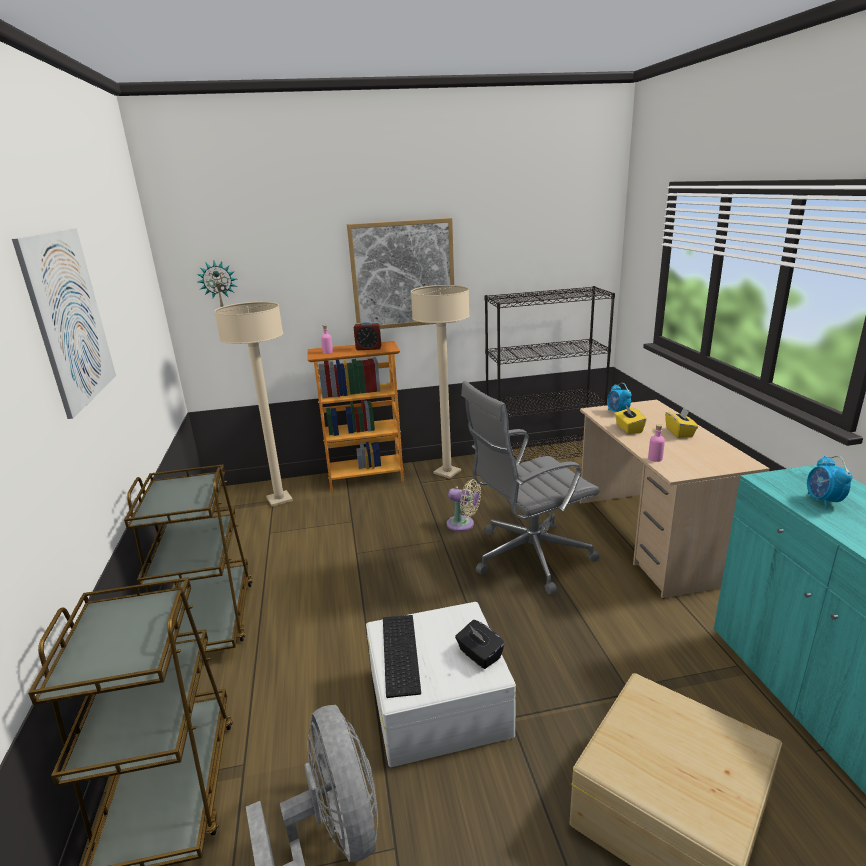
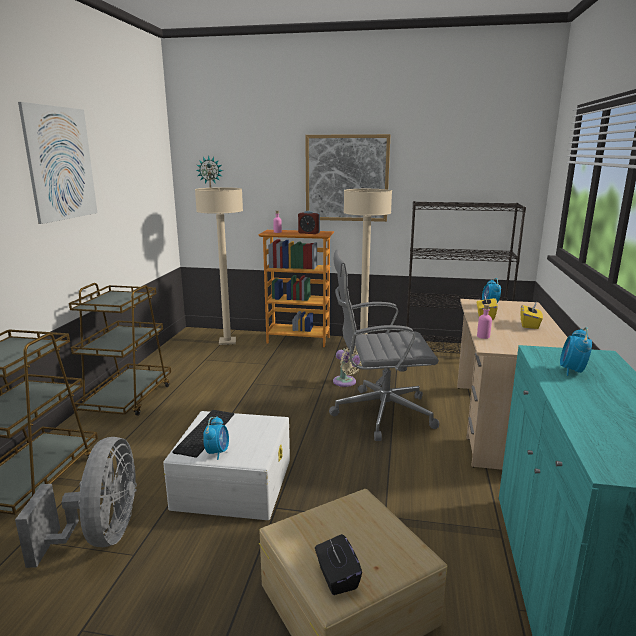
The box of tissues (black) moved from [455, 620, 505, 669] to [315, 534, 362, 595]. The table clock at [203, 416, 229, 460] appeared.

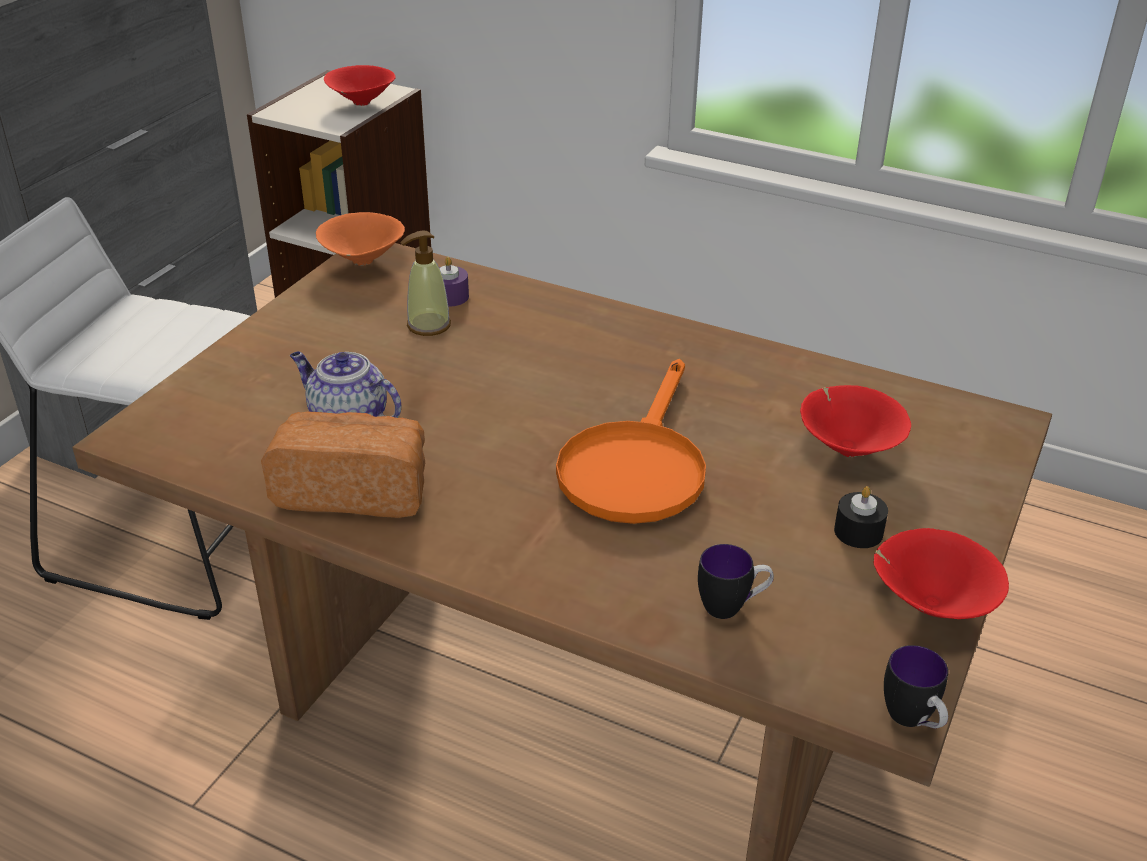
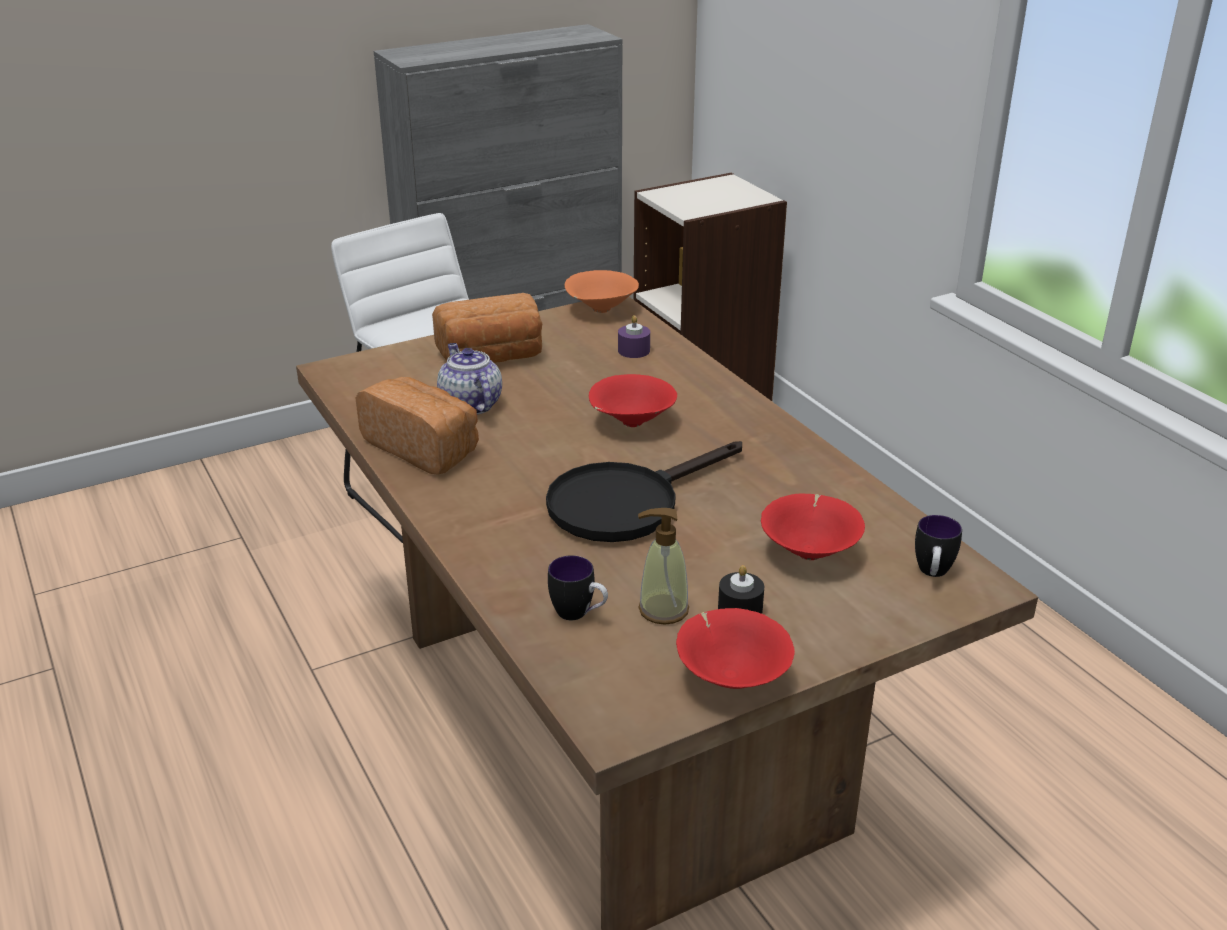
The deep dish (red-coloured) moved from [324, 65, 396, 106] to [589, 374, 677, 427]. The soap dispenser moved from [400, 230, 451, 336] to [638, 508, 689, 625]. The skillet (orange-coloured) at [556, 359, 706, 524] became the skillet (black) at [546, 441, 742, 542]. The mug moved from [884, 645, 948, 728] to [915, 515, 962, 577]. The baked bread at [432, 293, 542, 363] appeared.

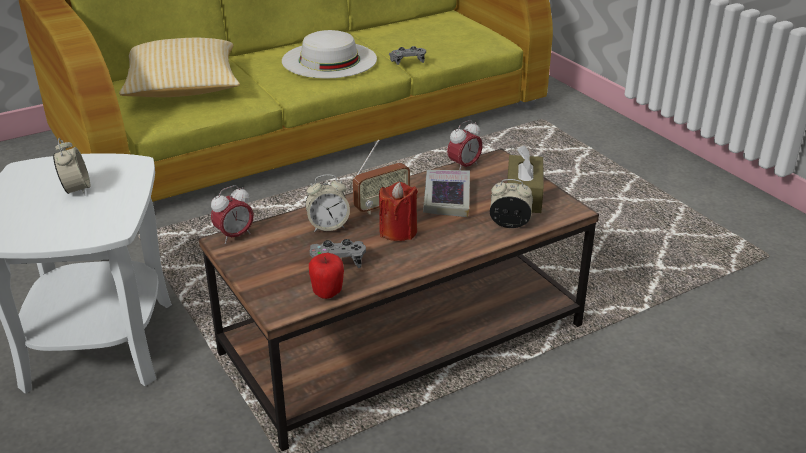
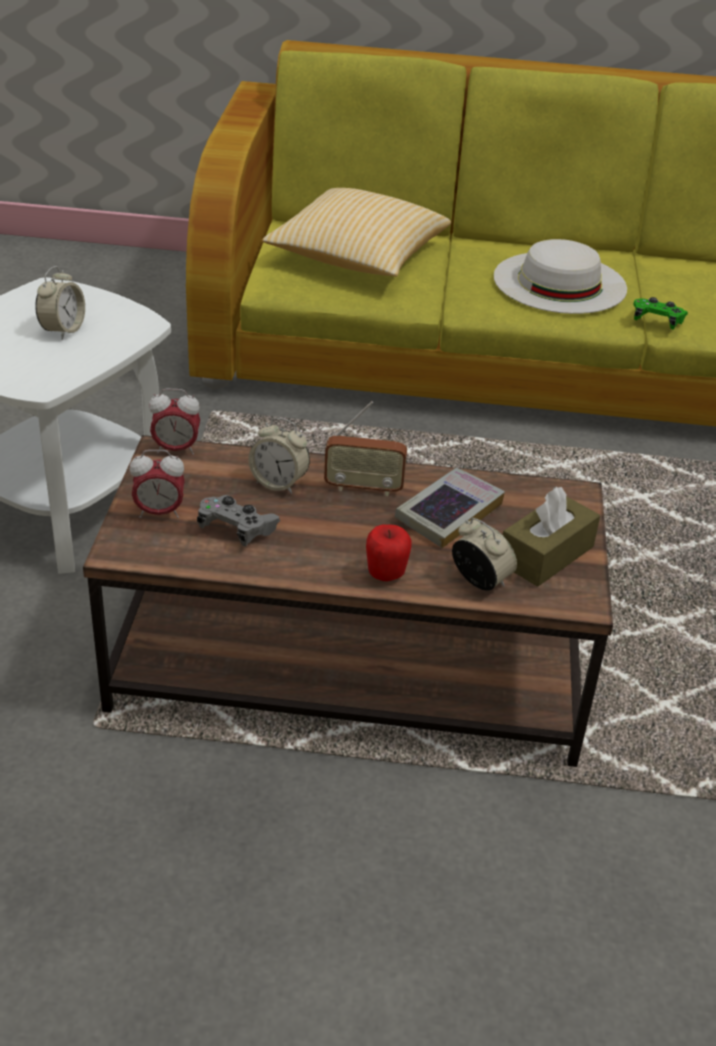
The game controller (grey) at [389, 46, 426, 65] became the game controller (green) at [633, 297, 688, 330]. The table clock moved from [447, 120, 483, 170] to [130, 450, 185, 518]. The candle (red-coloured) at [379, 182, 418, 241] disappeared. The apple fruit moved from [309, 253, 344, 299] to [366, 524, 411, 581].

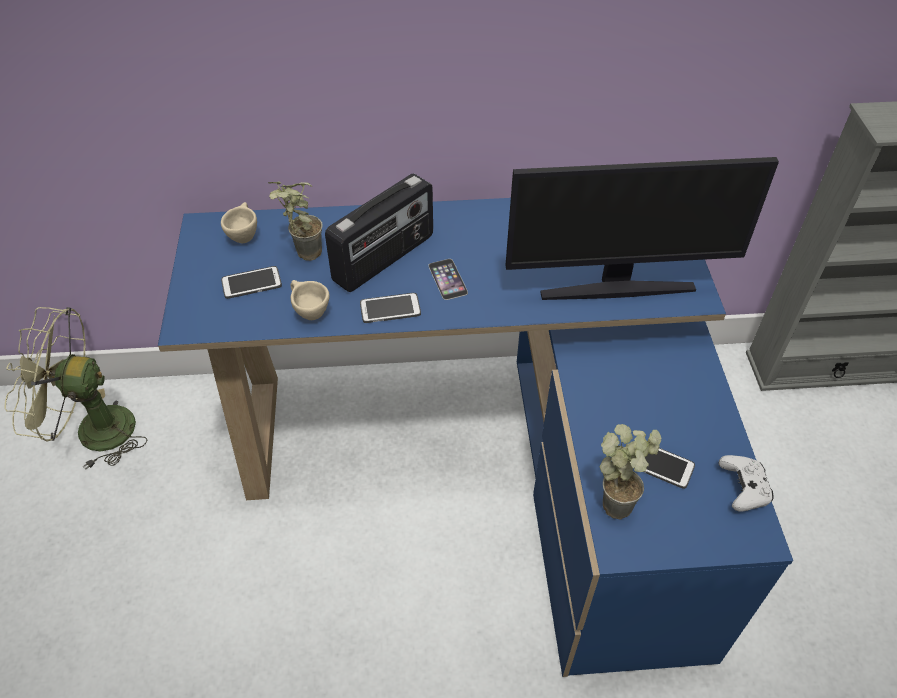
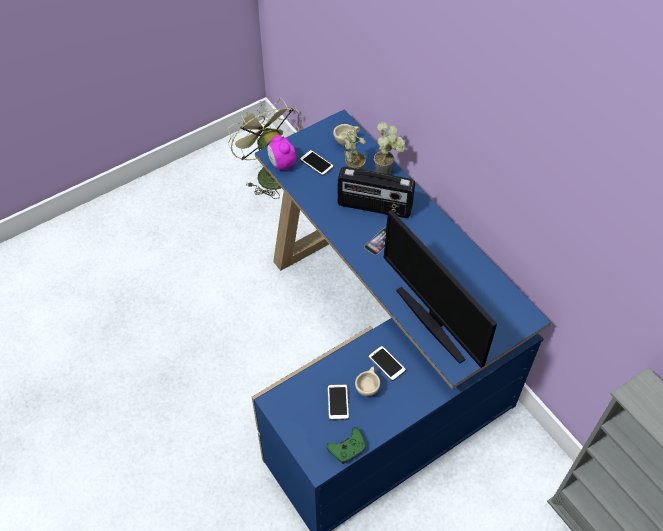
The cup (sand-coloured) moved from [291, 280, 330, 320] to [355, 366, 380, 396]. The phone moved from [360, 293, 421, 323] to [368, 346, 406, 381]. The potted plant moved from [600, 424, 662, 520] to [374, 122, 405, 175]. The game controller (white-coloured) at [719, 455, 774, 512] became the game controller (green) at [326, 427, 366, 464]. The table clock at [267, 135, 296, 171] appeared.

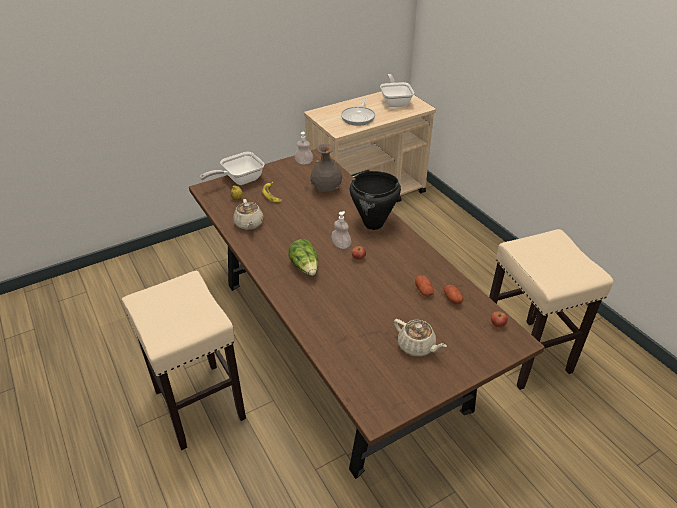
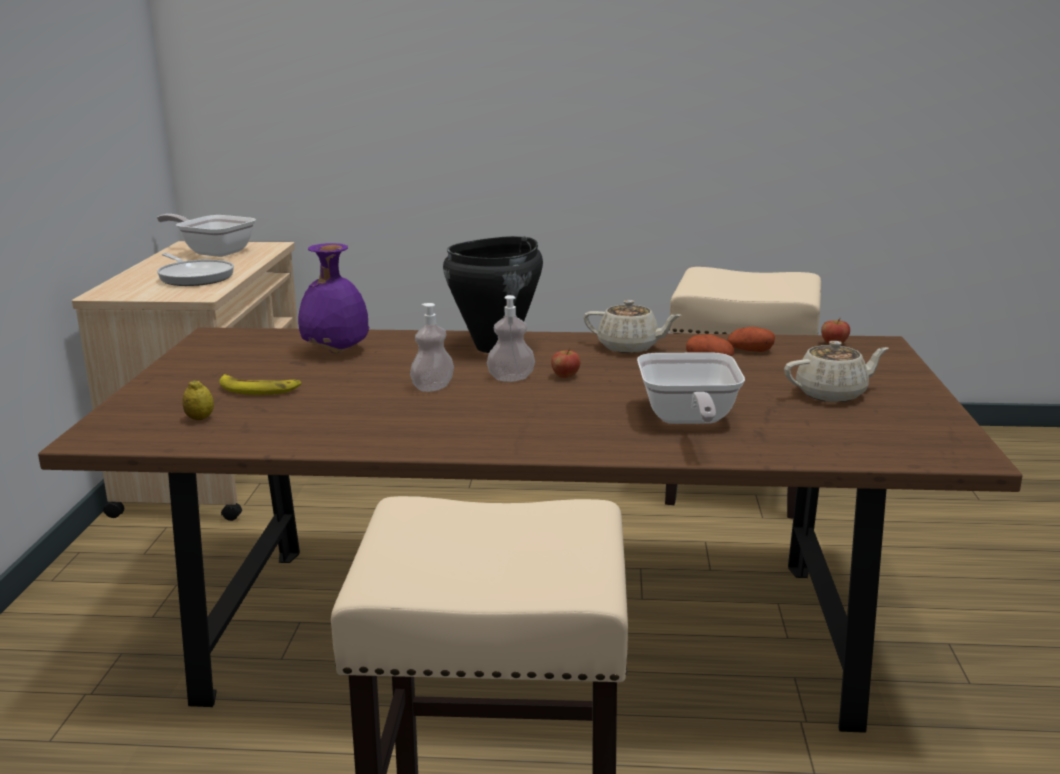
The soap dispenser moved from [294, 132, 313, 164] to [410, 303, 454, 392]. The decorative vase (grey) at [310, 144, 343, 192] became the decorative vase (purple-coloured) at [298, 243, 369, 354]. The skillet moved from [200, 152, 264, 185] to [637, 352, 745, 424]. The pot for tea (sand-coloured) moved from [233, 199, 264, 230] to [584, 300, 681, 353]. The lettuce at [288, 239, 318, 276] disappeared.

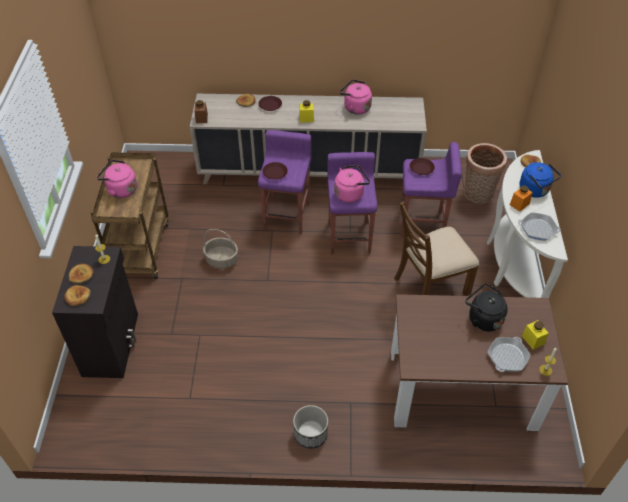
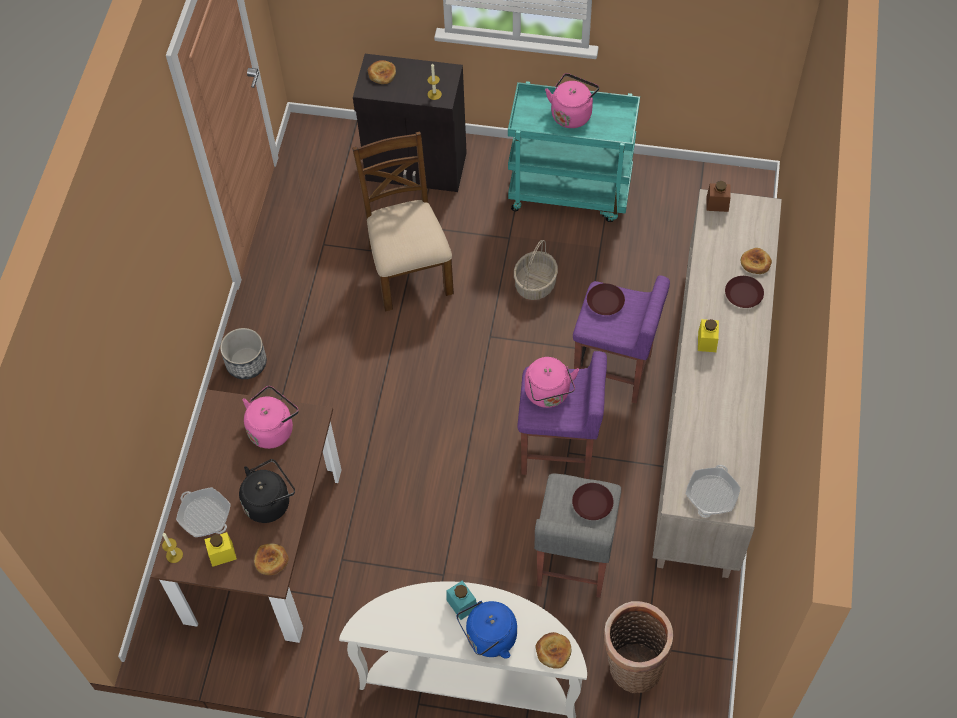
The tea kettle (pink) moved from [340, 80, 372, 115] to [242, 386, 299, 449]. The stool seat (purple-coloured) at [400, 142, 462, 237] became the stool seat (grey) at [534, 474, 621, 598]. The trolley (brown-coloured) at [90, 153, 168, 279] became the trolley (blue-green) at [508, 81, 640, 222]. The jar (orange-coloured) at [510, 185, 533, 212] became the jar (blue-green) at [446, 580, 477, 620]. The plain chair (brown-coloured) moved from [394, 202, 479, 296] to [352, 131, 454, 312]. The skillet moved from [518, 212, 561, 241] to [686, 465, 741, 518]. The baked bread moved from [69, 264, 93, 284] to [254, 544, 289, 575].

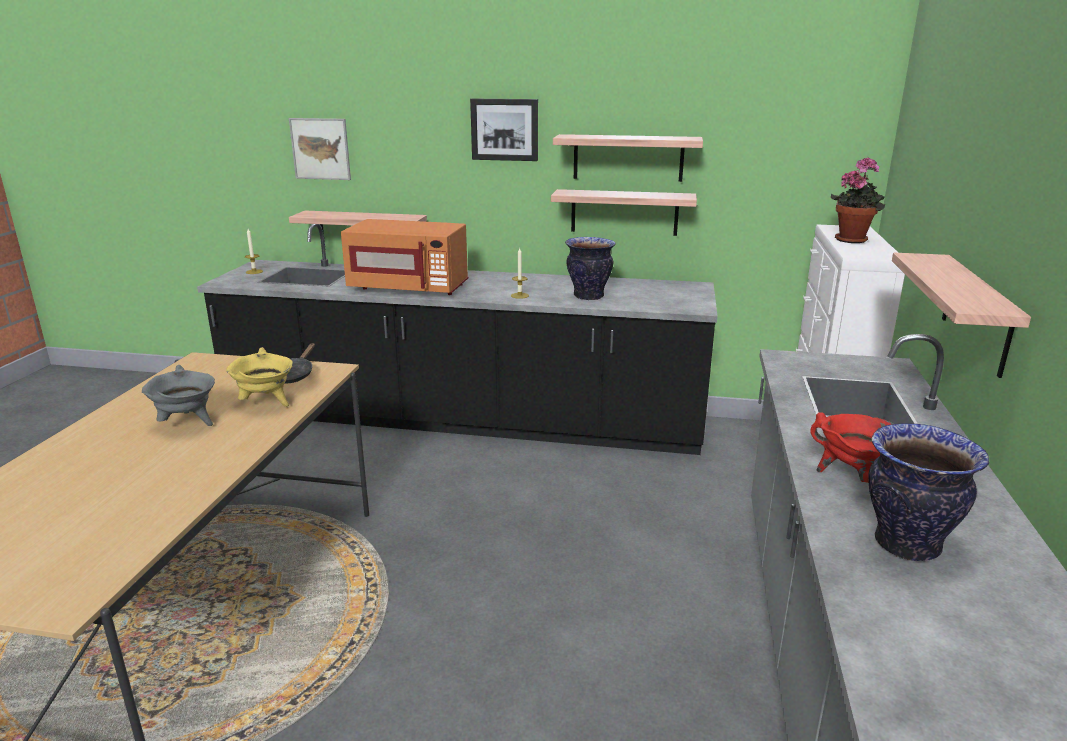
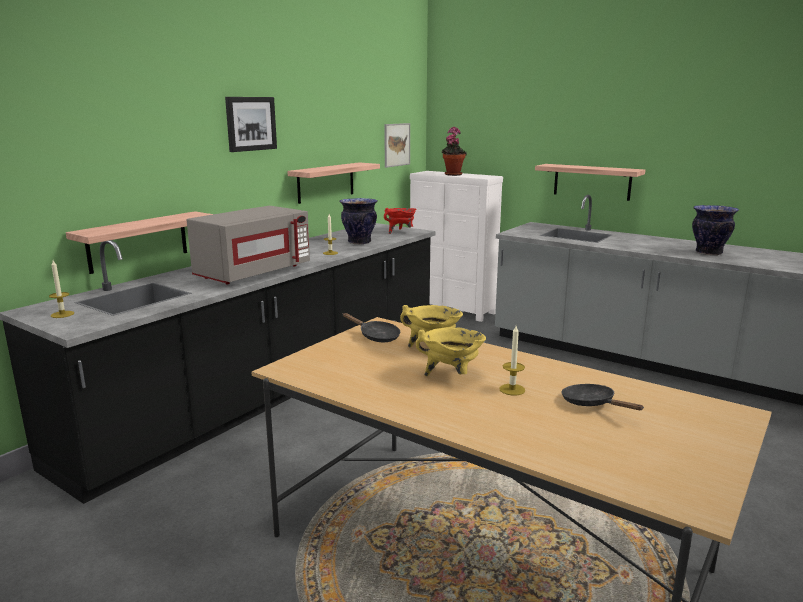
The picture moved from [289, 118, 351, 180] to [384, 123, 410, 168]. The wall shelf at [553, 134, 703, 182] disappeared. The kitchen microwave (orange-coloured) at [341, 219, 468, 295] became the kitchen microwave (grey) at [187, 206, 310, 285]. The stockpot (grey) at [142, 365, 215, 426] became the stockpot (yellow) at [416, 327, 486, 376]. The stockpot (red-coloured) moved from [810, 412, 893, 483] to [384, 208, 416, 234]. The candle at [499, 326, 525, 395] appeared. The skillet (black) at [561, 384, 643, 410] appeared.

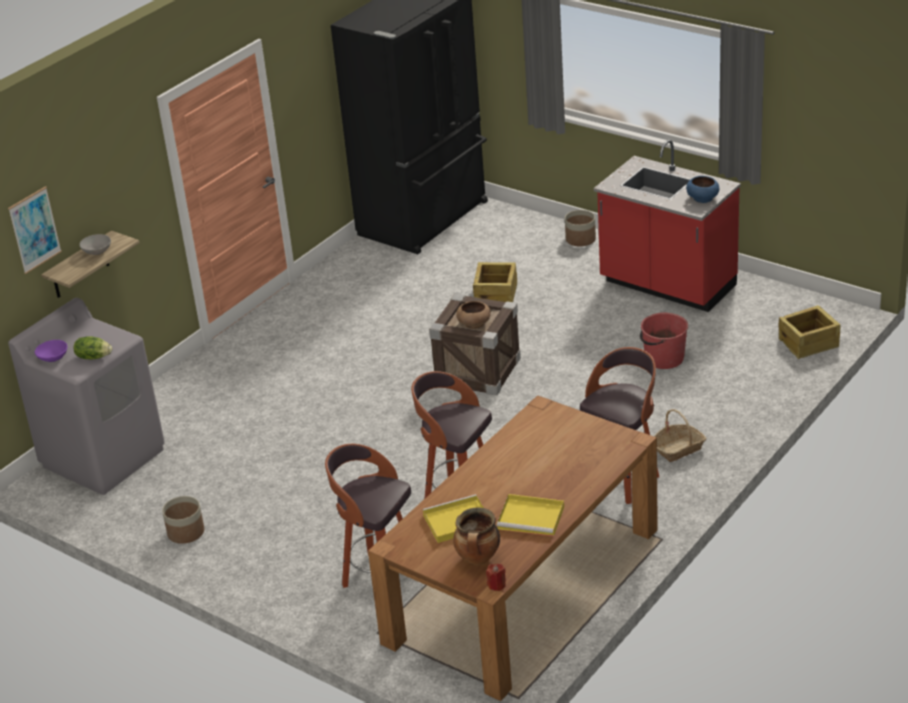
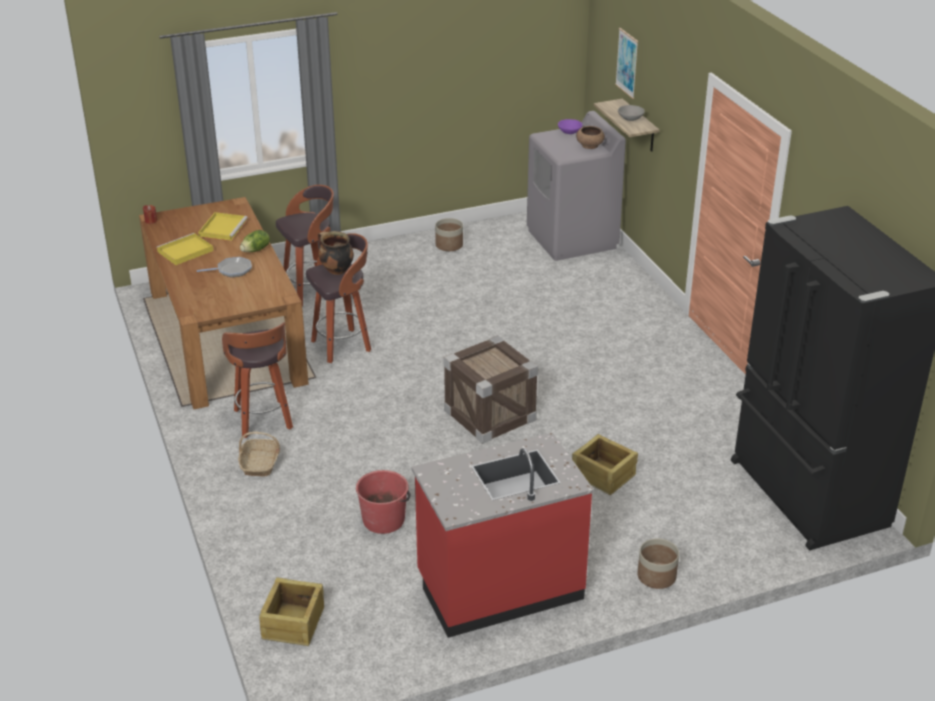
The deep dish (blue) at [686, 176, 719, 203] disappeared. The deep dish (brown-coloured) moved from [456, 301, 491, 329] to [576, 126, 605, 149]. The lettuce moved from [73, 336, 112, 359] to [240, 230, 270, 252]. The stockpot moved from [453, 508, 500, 565] to [318, 231, 354, 275]. The skillet at [197, 257, 252, 277] appeared.

